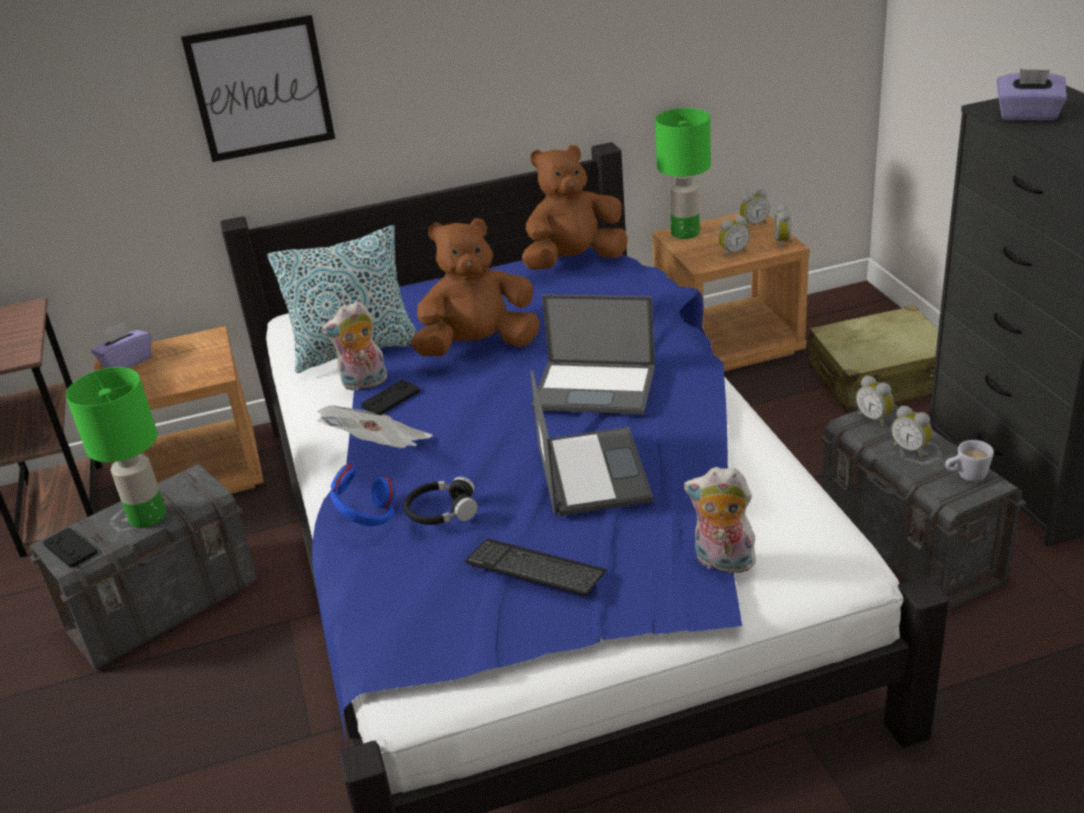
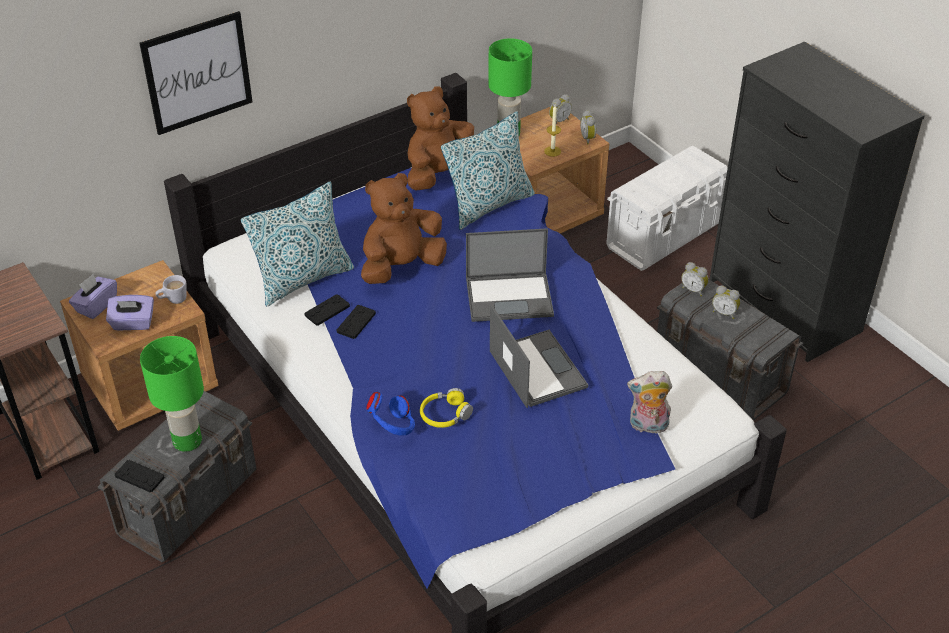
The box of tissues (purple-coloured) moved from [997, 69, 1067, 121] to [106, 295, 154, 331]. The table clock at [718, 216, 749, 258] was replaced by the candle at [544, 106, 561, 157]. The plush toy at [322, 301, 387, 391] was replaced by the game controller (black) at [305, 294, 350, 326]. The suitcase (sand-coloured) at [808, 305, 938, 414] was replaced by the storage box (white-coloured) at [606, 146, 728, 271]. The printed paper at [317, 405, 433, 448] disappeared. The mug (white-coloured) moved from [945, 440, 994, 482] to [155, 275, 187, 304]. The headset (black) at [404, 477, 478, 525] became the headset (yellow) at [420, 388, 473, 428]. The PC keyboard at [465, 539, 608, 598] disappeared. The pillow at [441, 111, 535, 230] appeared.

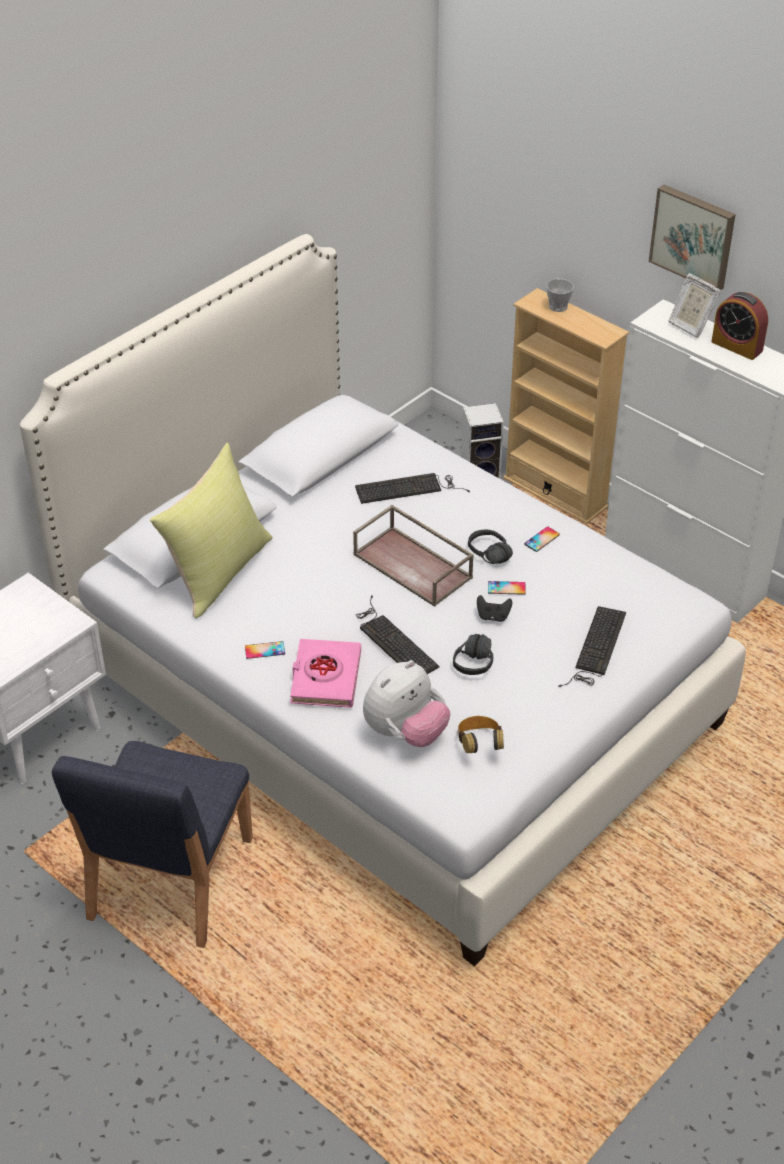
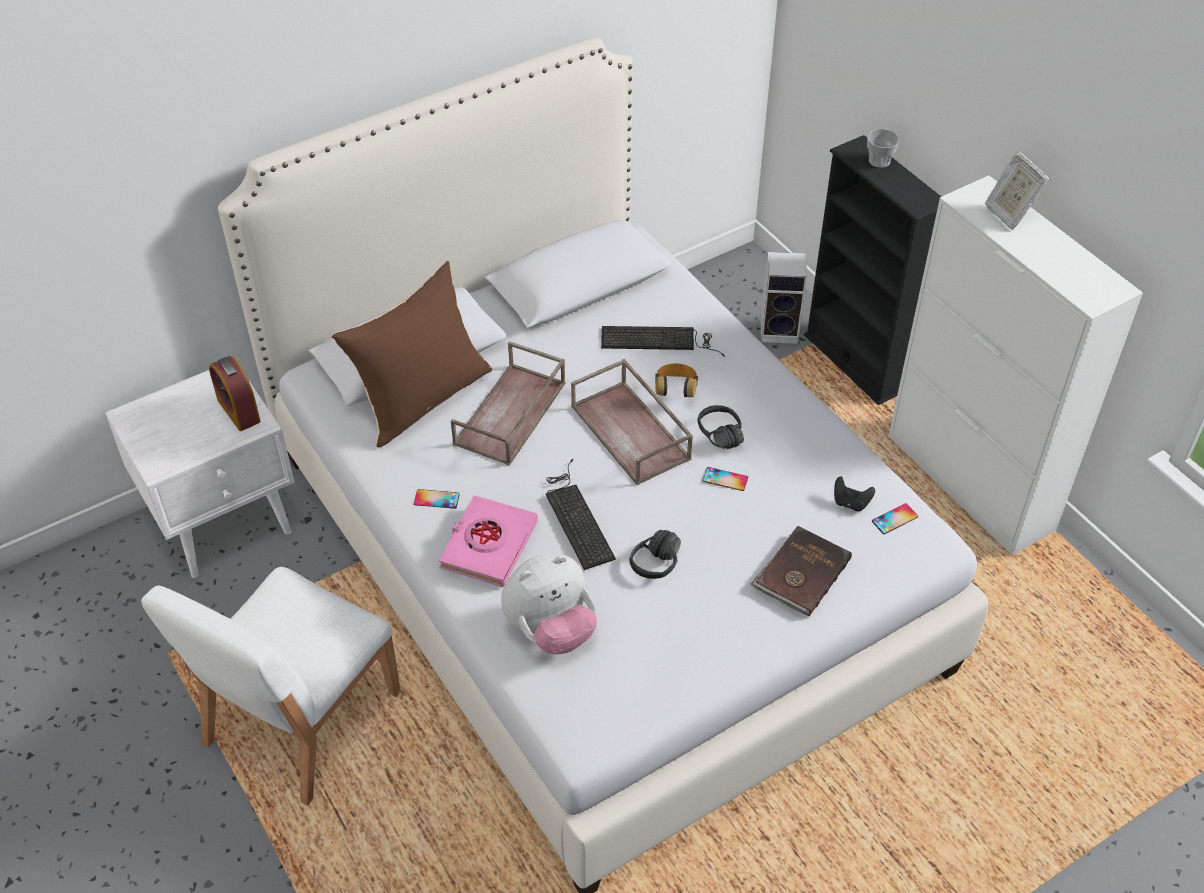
The picture at [649, 185, 736, 290] disappeared. The bookcase (sand-coloured) at [503, 288, 629, 524] became the bookcase (black) at [804, 135, 941, 405]. The table clock moved from [711, 292, 768, 360] to [209, 356, 261, 431]. The pillow (yellow) at [150, 443, 273, 618] became the pillow (brown-coloured) at [332, 261, 492, 447]. The phone moved from [524, 527, 560, 552] to [872, 503, 918, 534]. The game controller (black) moved from [477, 595, 512, 622] to [834, 476, 875, 511]. The PC keyboard at [558, 606, 626, 687] was replaced by the bound book (brown-coloured) at [750, 526, 852, 616]. The headset moved from [457, 716, 504, 753] to [655, 363, 698, 397]. The plain chair (blue) at [52, 741, 253, 948] became the plain chair (white-coloured) at [141, 567, 401, 806]. The tray (brown-coloured) at [451, 341, 566, 466] appeared.

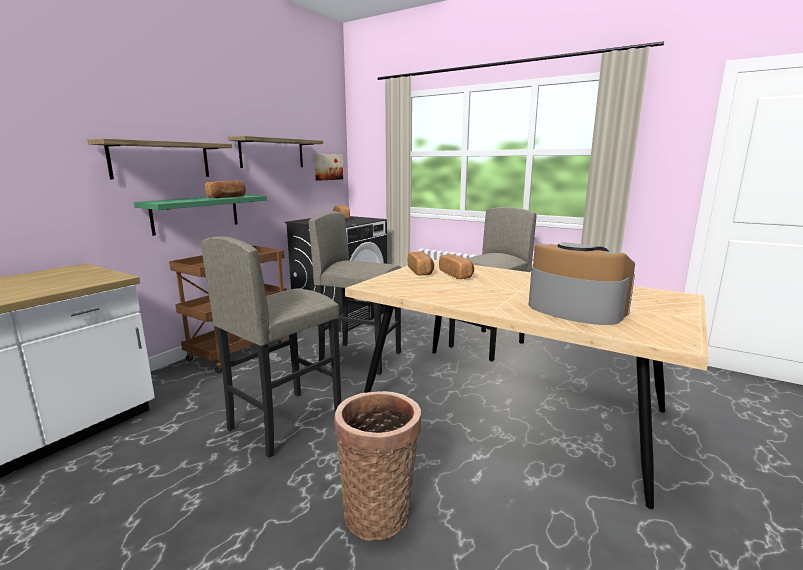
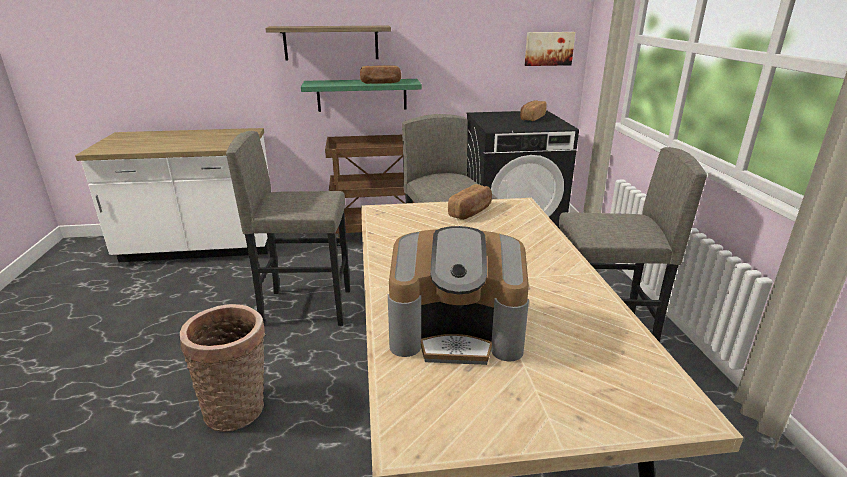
The wall shelf at [228, 136, 323, 168] disappeared. The coffee maker at [529, 242, 635, 325] turned 90 degrees clockwise. The baked bread at [439, 254, 474, 279] disappeared.

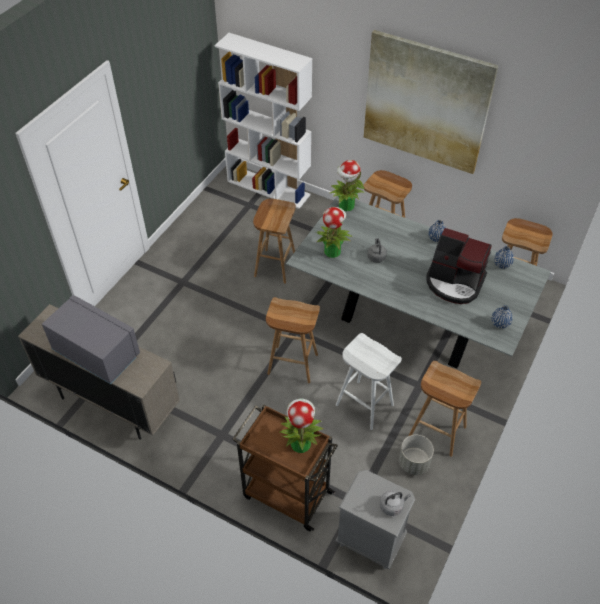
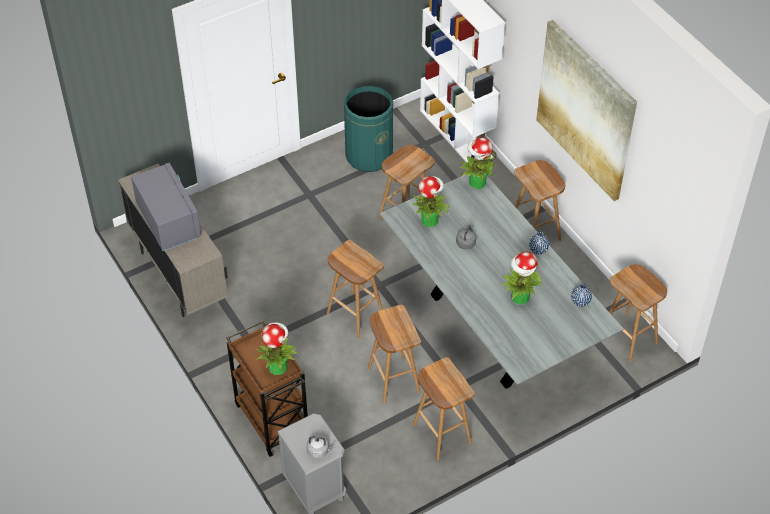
The coffee maker at [426, 228, 492, 304] was replaced by the potted plant at [502, 252, 542, 305]. The decorative vase (blue) at [492, 305, 513, 329] disappeared. The stool seat (white-coloured) at [336, 333, 402, 430] became the stool seat (brown-coloured) at [368, 305, 421, 404]. The plant pot (grey) at [399, 435, 434, 475] disappeared. The rubbish bin (green) at [344, 86, 393, 172] appeared.

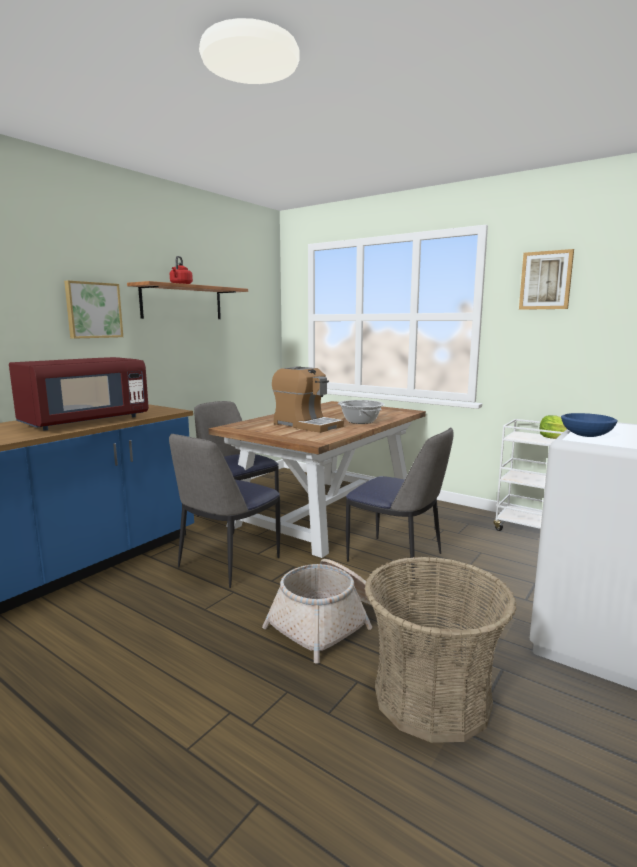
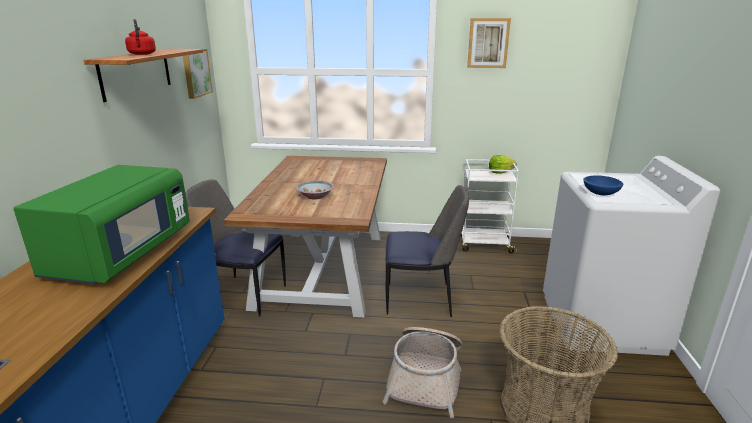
The picture moved from [64, 280, 123, 339] to [183, 49, 213, 99]. The kitchen microwave (red-coloured) at [9, 357, 149, 430] became the kitchen microwave (green) at [13, 165, 190, 284]. The coffee maker at [272, 366, 344, 433] was replaced by the deep dish at [296, 180, 334, 199]. The stockpot at [338, 400, 384, 424] disappeared. The plain chair at [169, 434, 280, 588] disappeared.

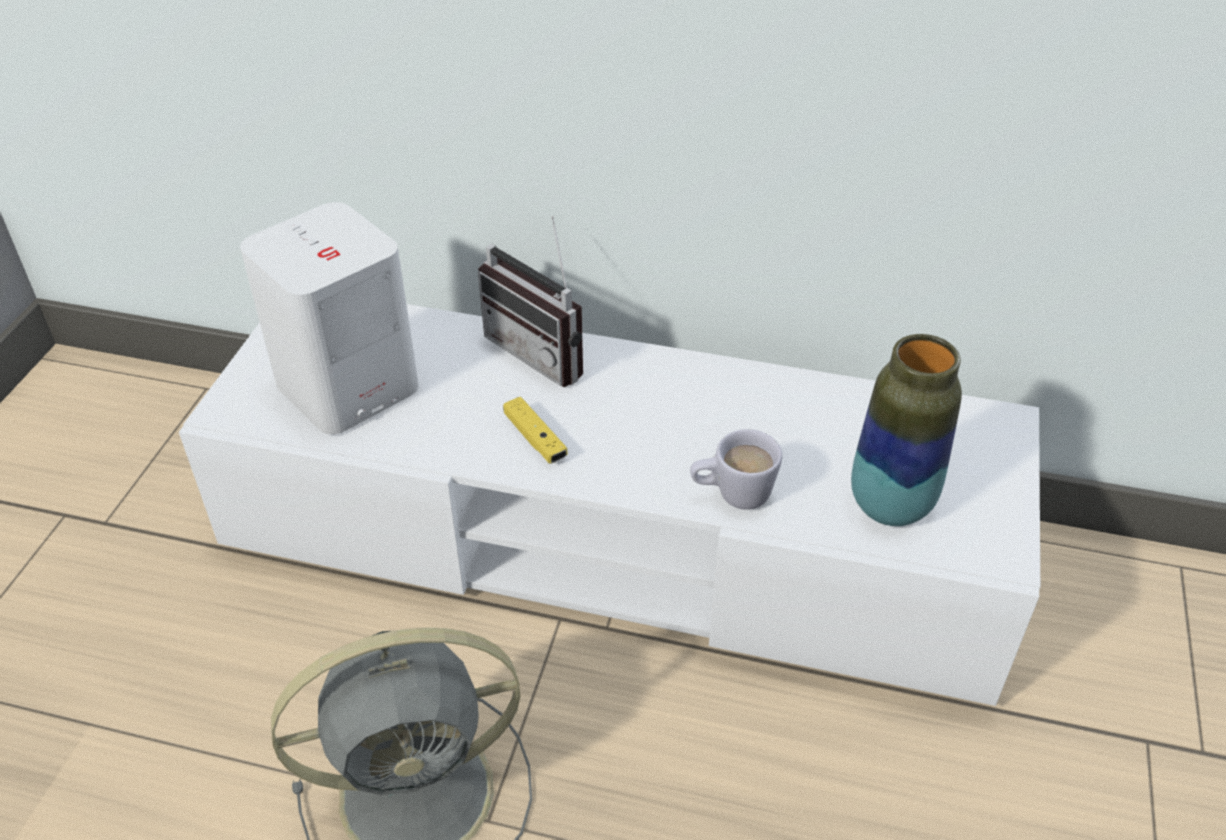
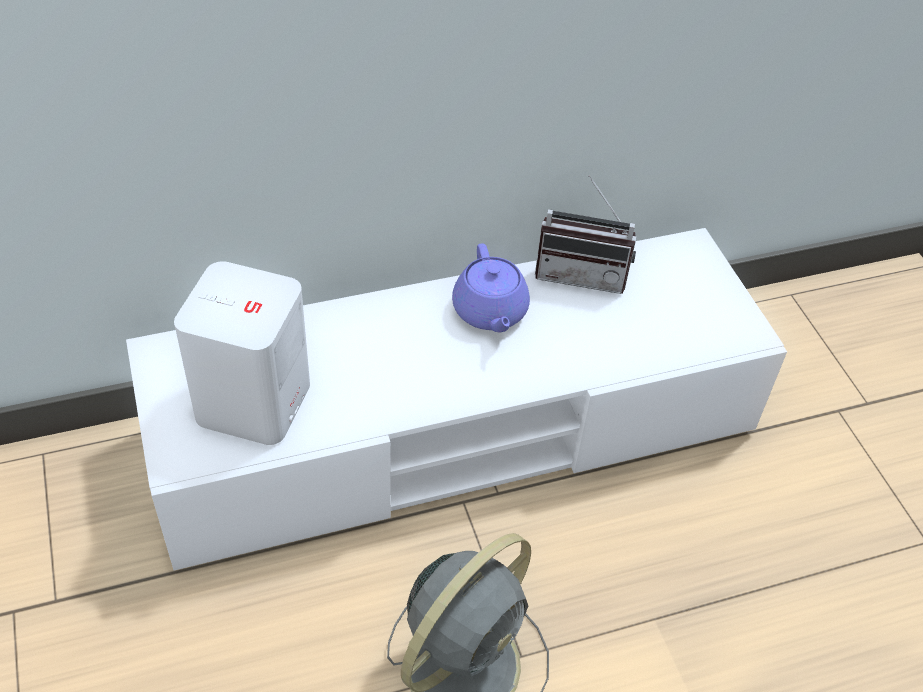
The radio receiver moved from [478, 217, 583, 387] to [535, 175, 636, 294]. The decorative vase at [851, 334, 962, 526] disappeared. The game controller (yellow) at [503, 397, 568, 463] disappeared. The mug (white-coloured) at [690, 429, 782, 510] disappeared. The pot for tea (purple-coloured) at [452, 243, 530, 332] appeared.

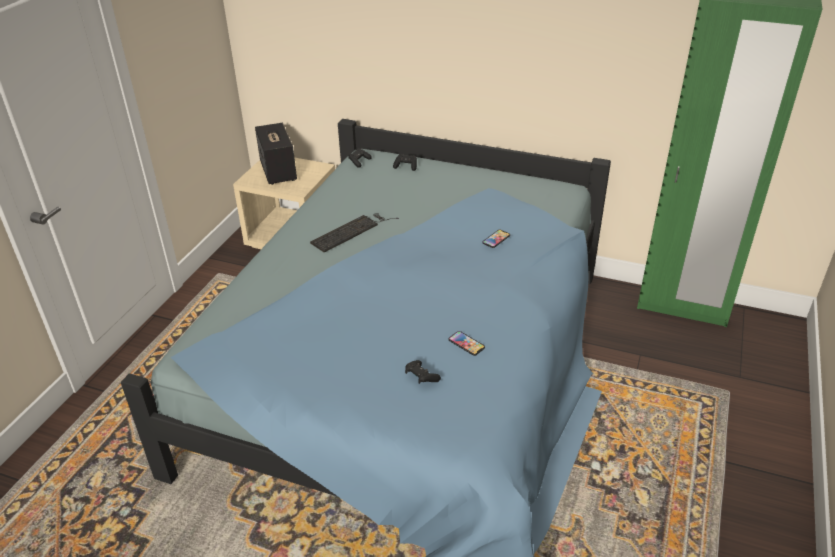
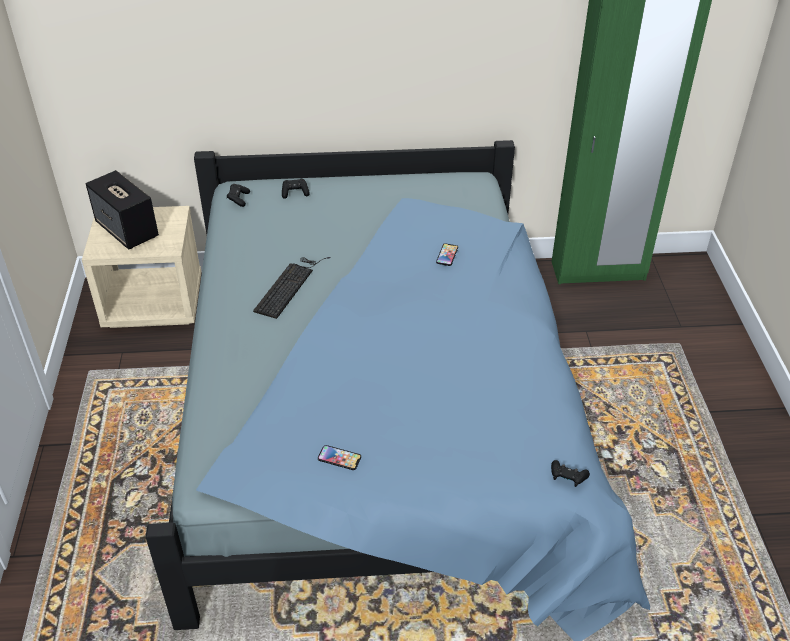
The phone moved from [449, 331, 485, 356] to [318, 445, 361, 470]. The game controller (black) moved from [405, 360, 441, 384] to [551, 460, 590, 487].

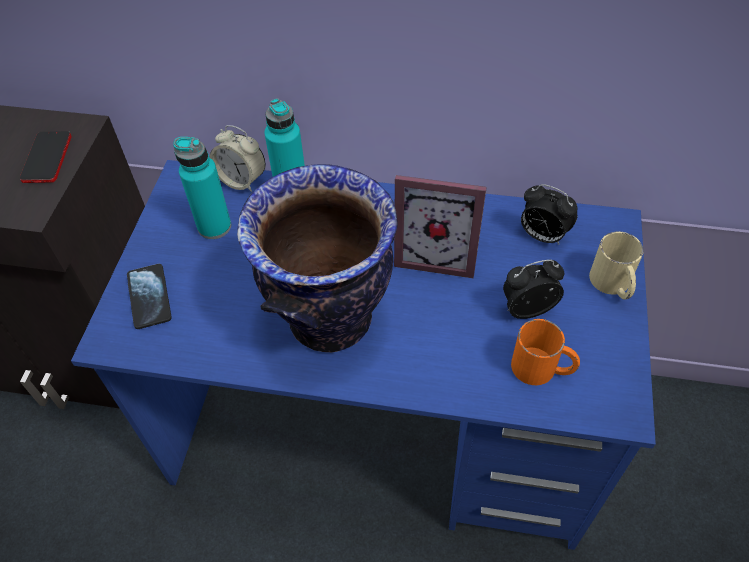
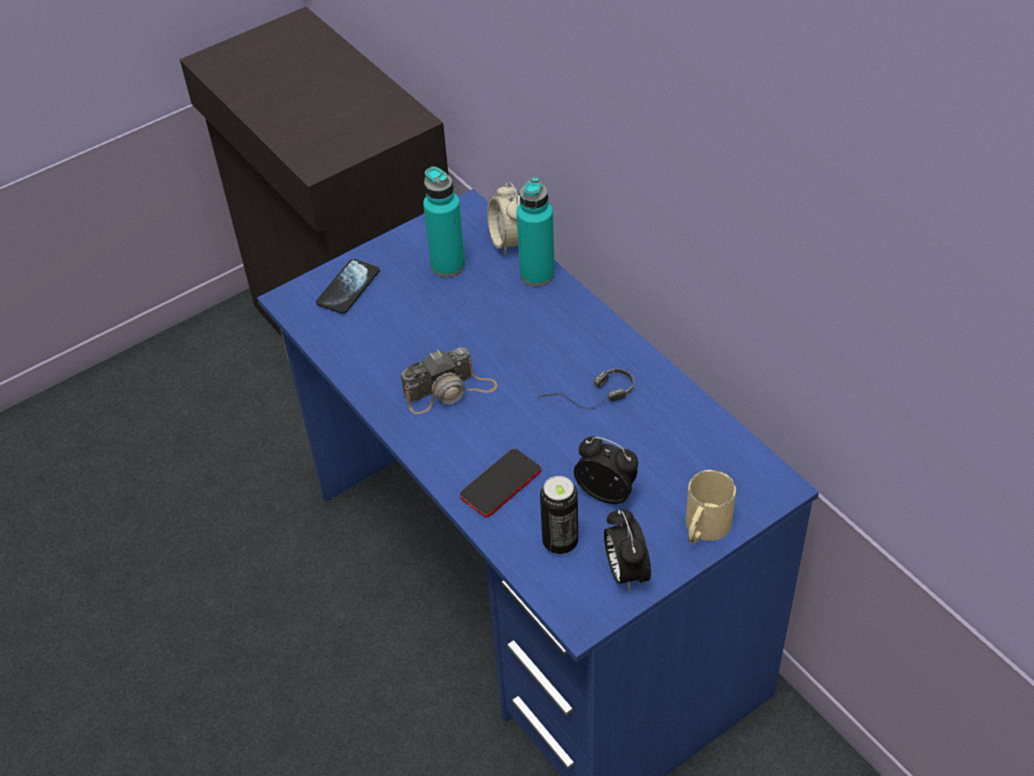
The phone moved from [20, 131, 71, 183] to [460, 449, 541, 517]. The decorative vase at [237, 164, 398, 352] was replaced by the photo camera at [401, 347, 498, 414]. The standing frame at [394, 175, 487, 278] was replaced by the headset at [538, 369, 634, 409]. The table clock moved from [521, 184, 578, 244] to [604, 509, 651, 591]. The mug (orange-coloured) at [511, 319, 580, 385] was replaced by the metal can at [540, 476, 578, 555].

